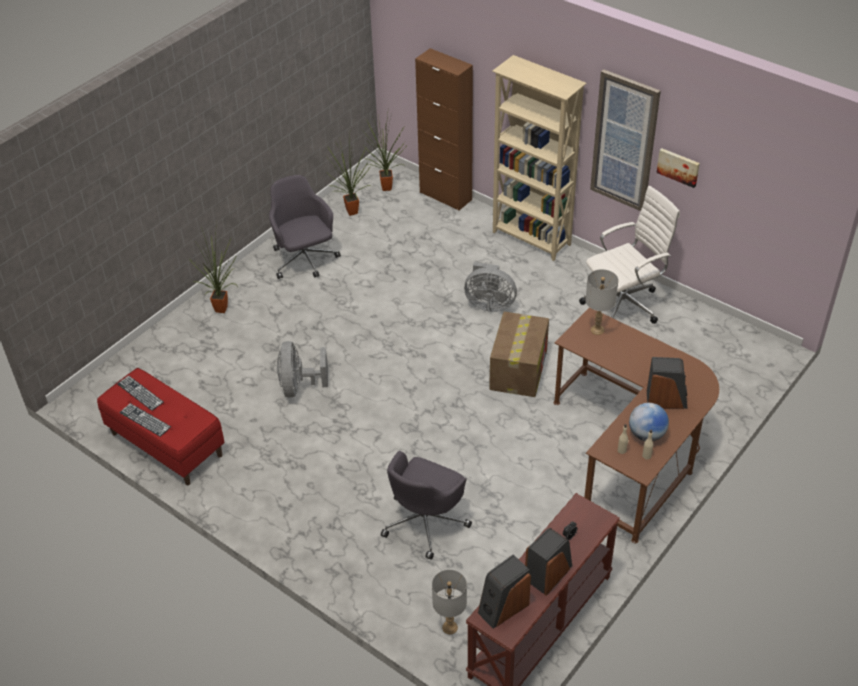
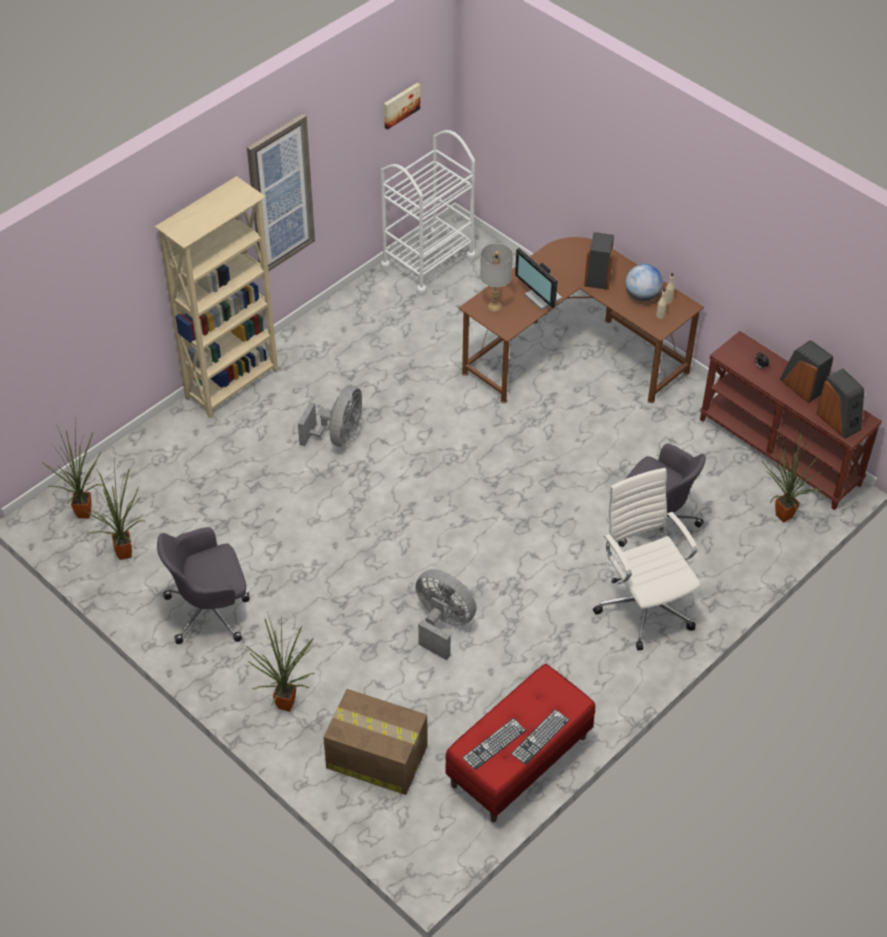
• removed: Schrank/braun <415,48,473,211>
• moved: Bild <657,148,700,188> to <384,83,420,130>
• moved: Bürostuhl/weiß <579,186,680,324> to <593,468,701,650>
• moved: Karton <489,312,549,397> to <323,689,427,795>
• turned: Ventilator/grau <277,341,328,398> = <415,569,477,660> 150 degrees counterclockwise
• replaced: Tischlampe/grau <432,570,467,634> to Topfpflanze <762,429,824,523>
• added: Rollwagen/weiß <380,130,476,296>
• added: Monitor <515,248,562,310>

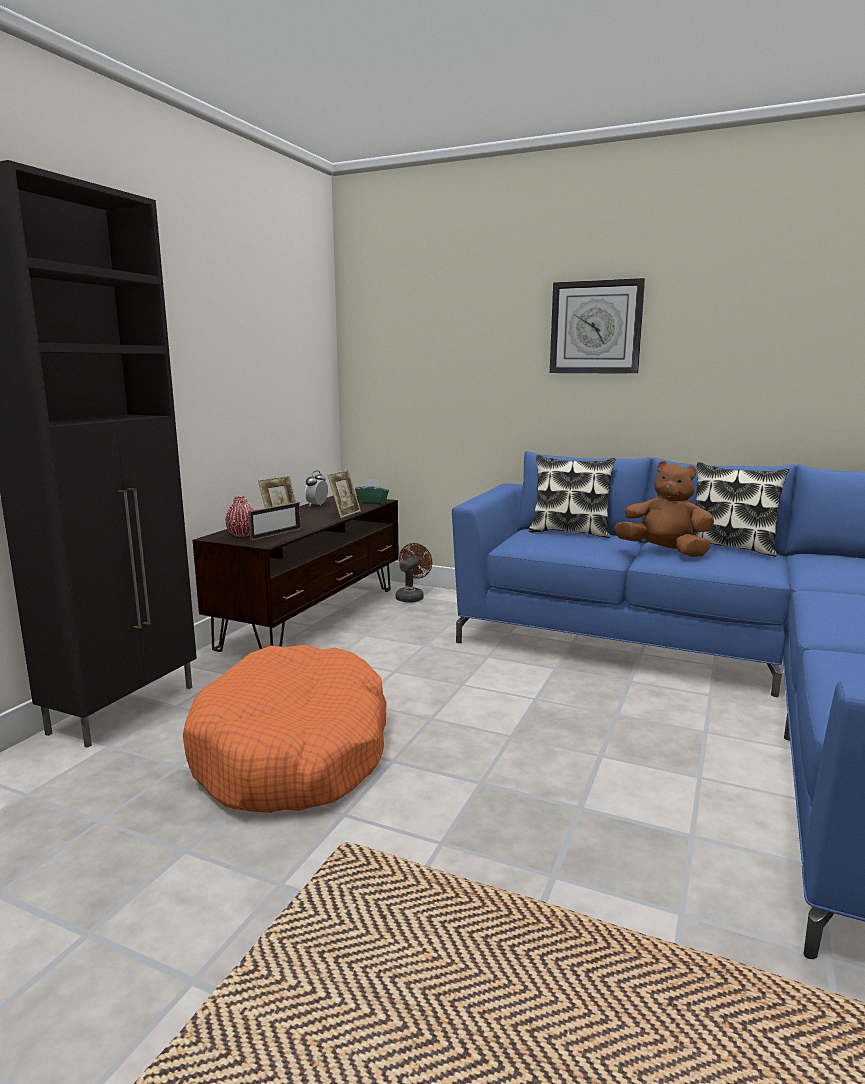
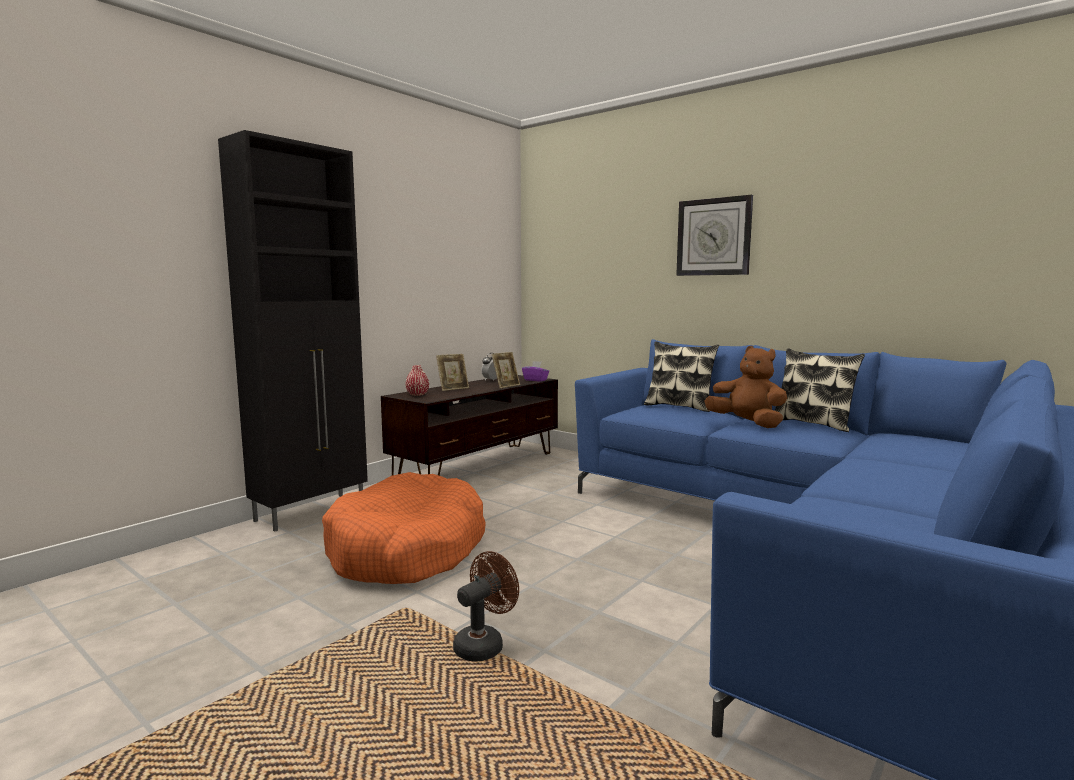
• recoloured: Taschentuchbox/grün <355,479,389,504> to Taschentuchbox/lila <522,361,549,381>
• removed: Bilderrahmen <248,502,301,541>
• moved: Ventilator/braun <395,543,432,602> to <453,551,519,662>

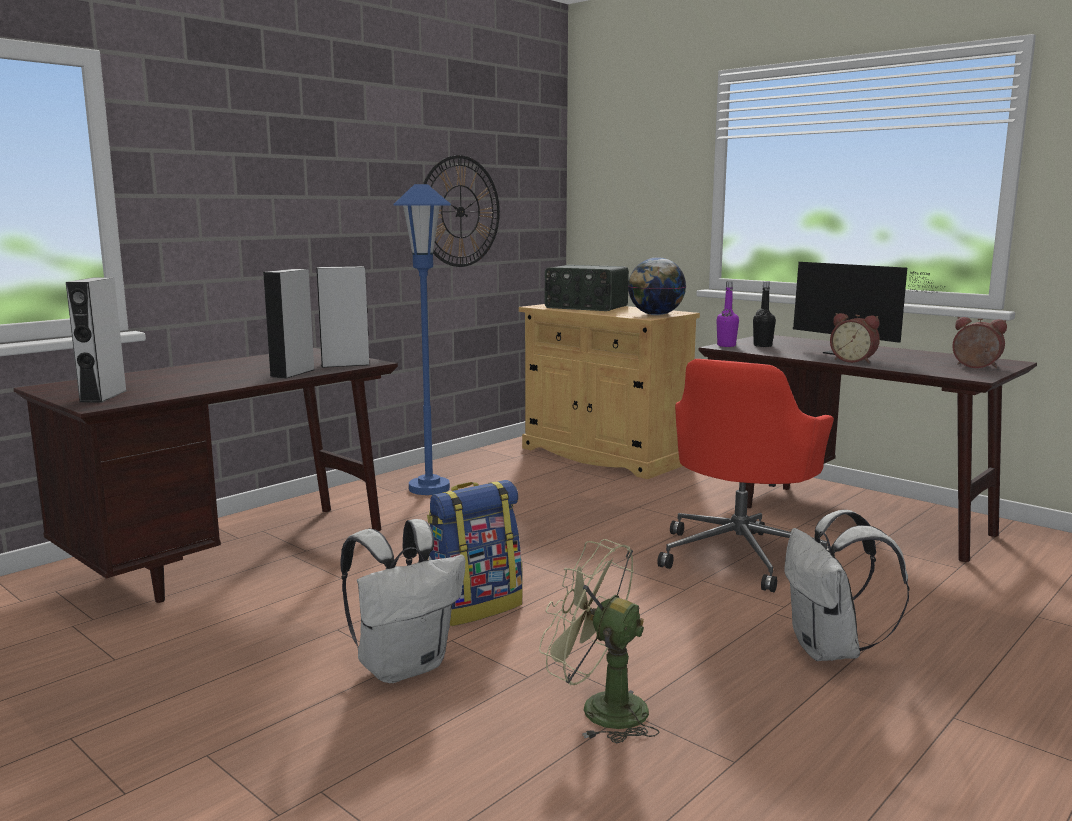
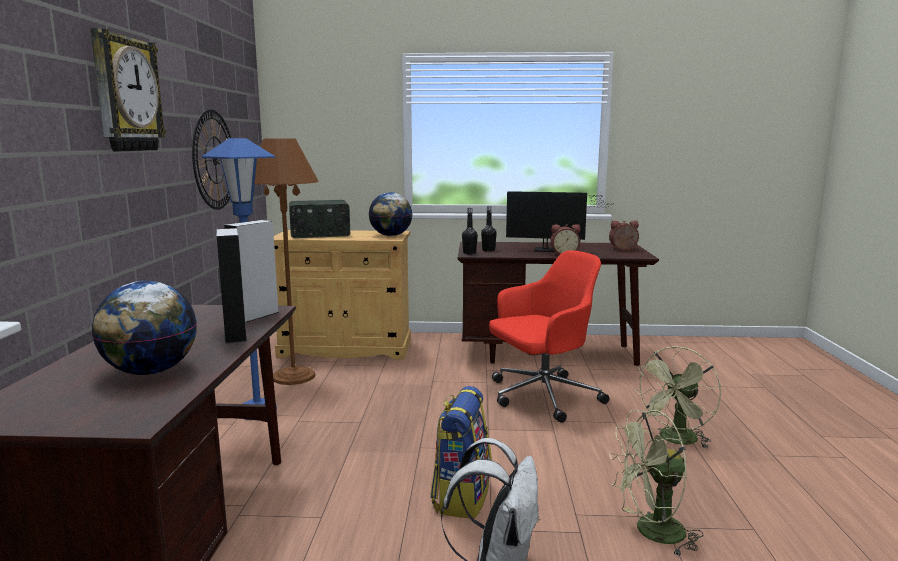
• removed: Lautsprecher/grau <66,278,126,403>
• recoloured: Flasche/lila <716,281,739,347> to Flasche/schwarz <462,208,478,255>
• turned: Bürostuhl/rot <657,359,834,592> = <489,250,609,423> 105 degrees counterclockwise
• replaced: Rucksack/weiß <784,510,910,661> to Ventilator/grün <634,346,721,449>
• added: Wanduhr <90,28,166,152>
• added: Stehlampe/braun <255,138,319,385>
• added: Globus <92,281,197,375>

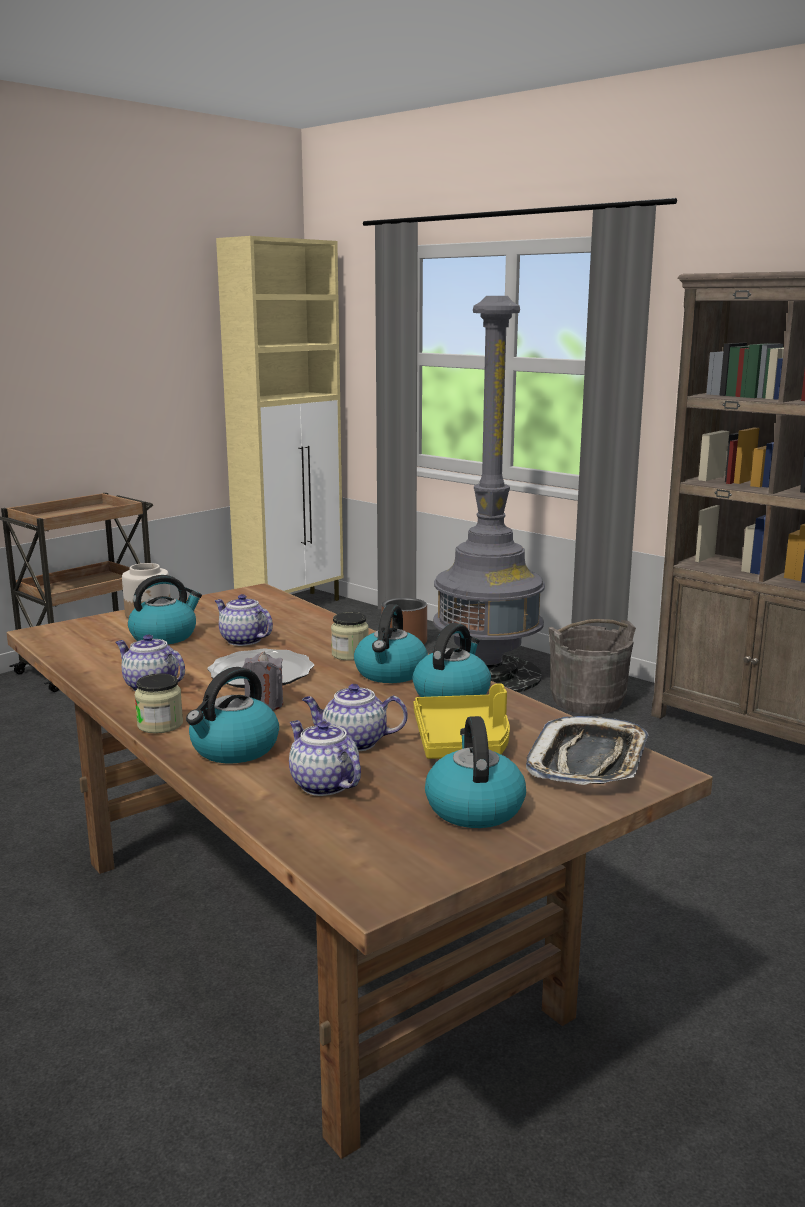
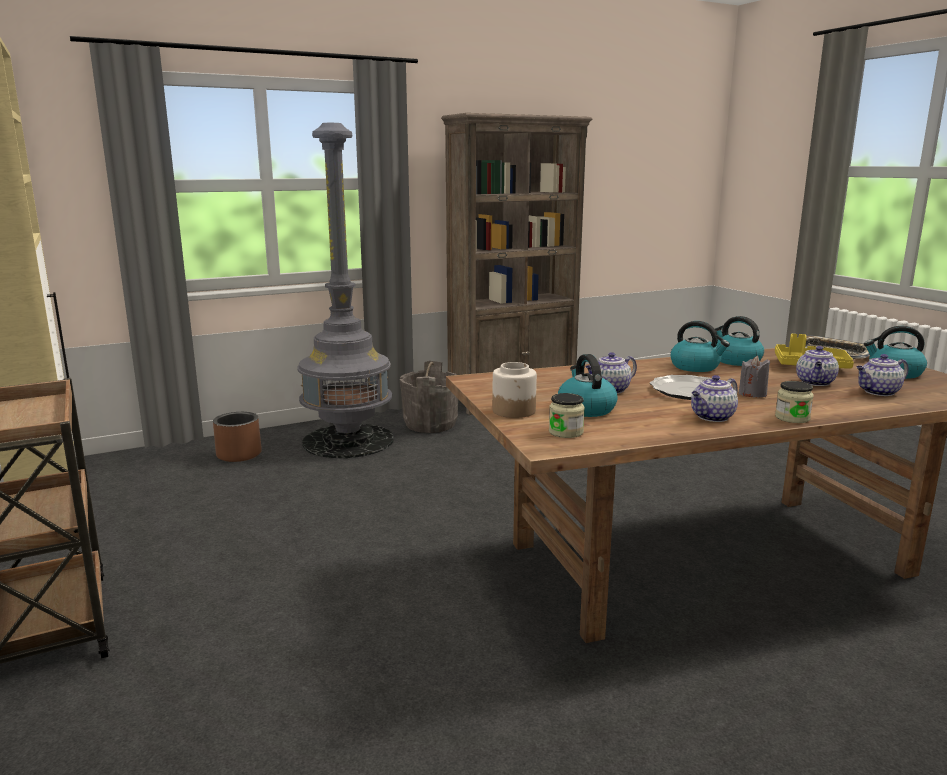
• moved: Vorratsglas <331,612,369,661> to <549,393,585,438>
• removed: Wasserkessel <186,667,279,763>

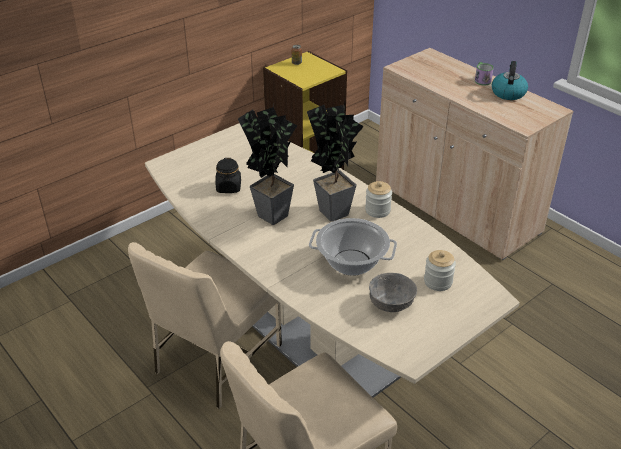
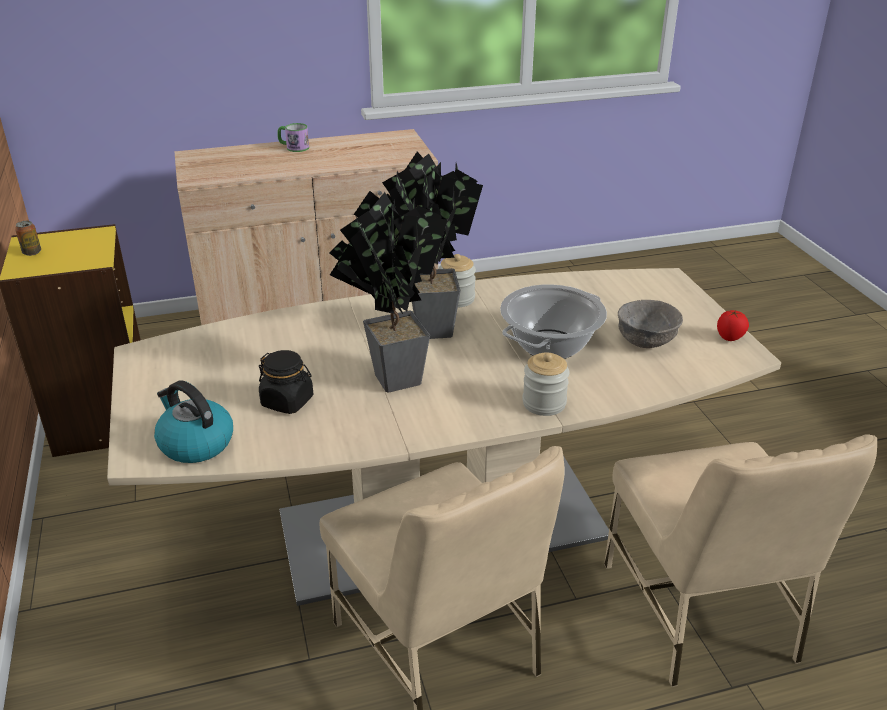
• moved: Wasserkessel <492,61,528,100> to <154,380,233,463>
• moved: Vorratsglas <424,250,456,291> to <522,352,569,416>
• added: Tomate <717,310,749,341>

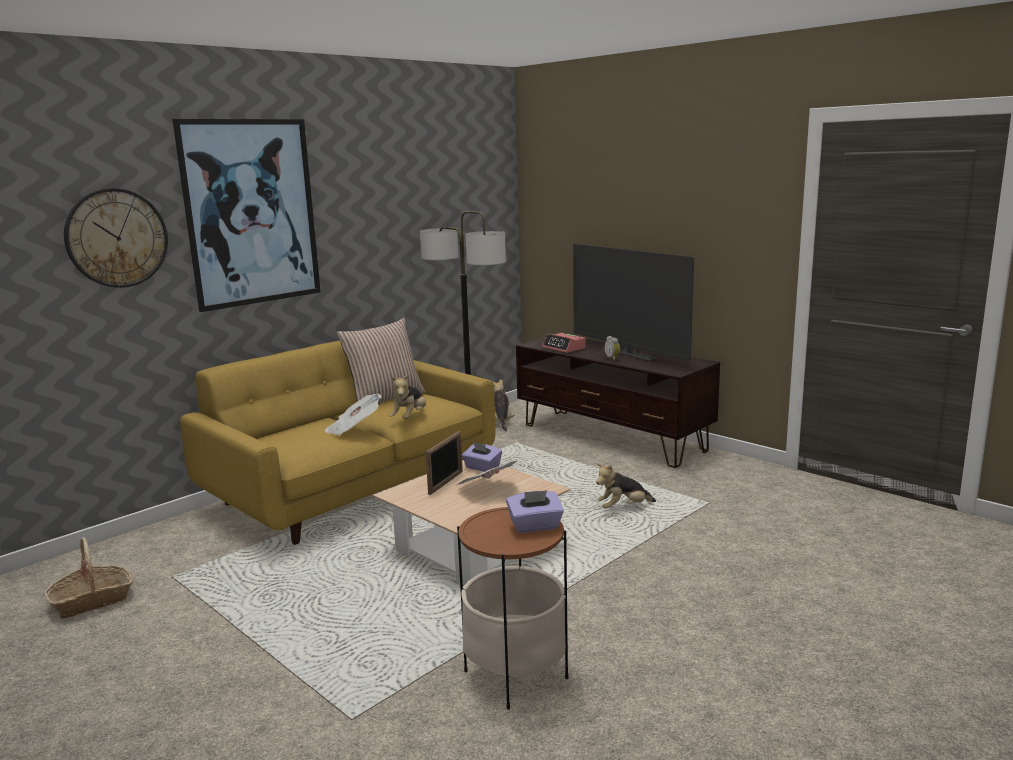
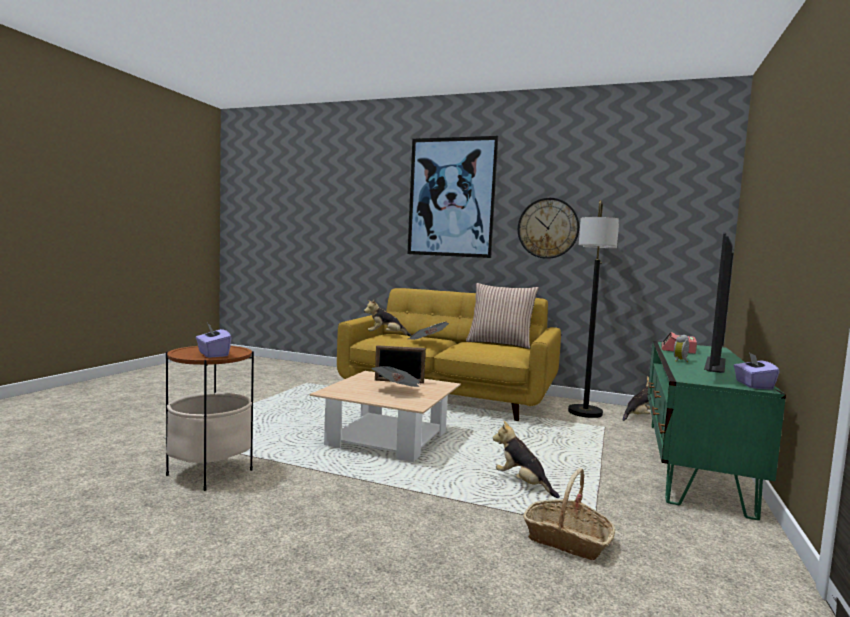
• moved: Wanduhr <64,188,168,288> to <518,198,579,259>
• recoloured: Fernsehschrank/braun <516,337,720,468> to Fernsehschrank/grün <648,341,786,520>
• moved: Plüschtier <389,374,426,419> to <364,299,411,336>
• moved: Taschentuchbox/lila <462,442,502,472> to <733,353,780,390>
• moved: Korb <44,537,134,618> to <523,468,615,560>

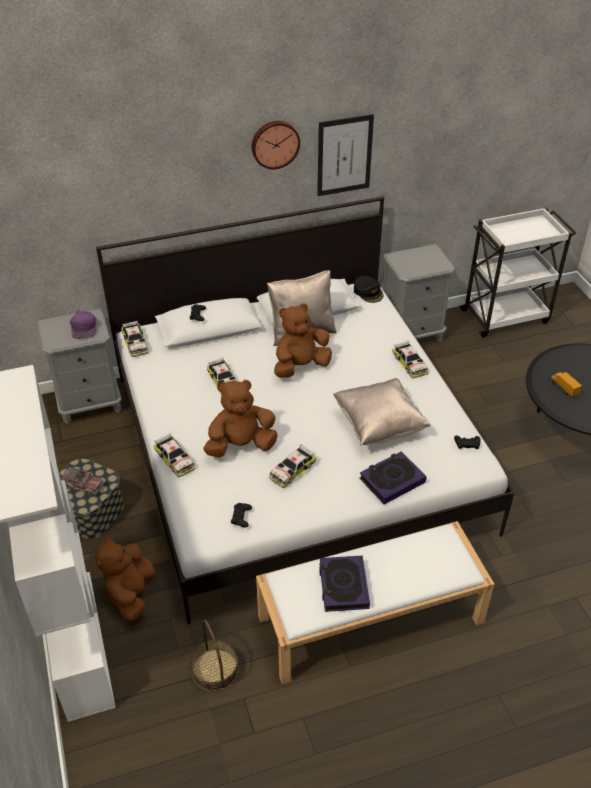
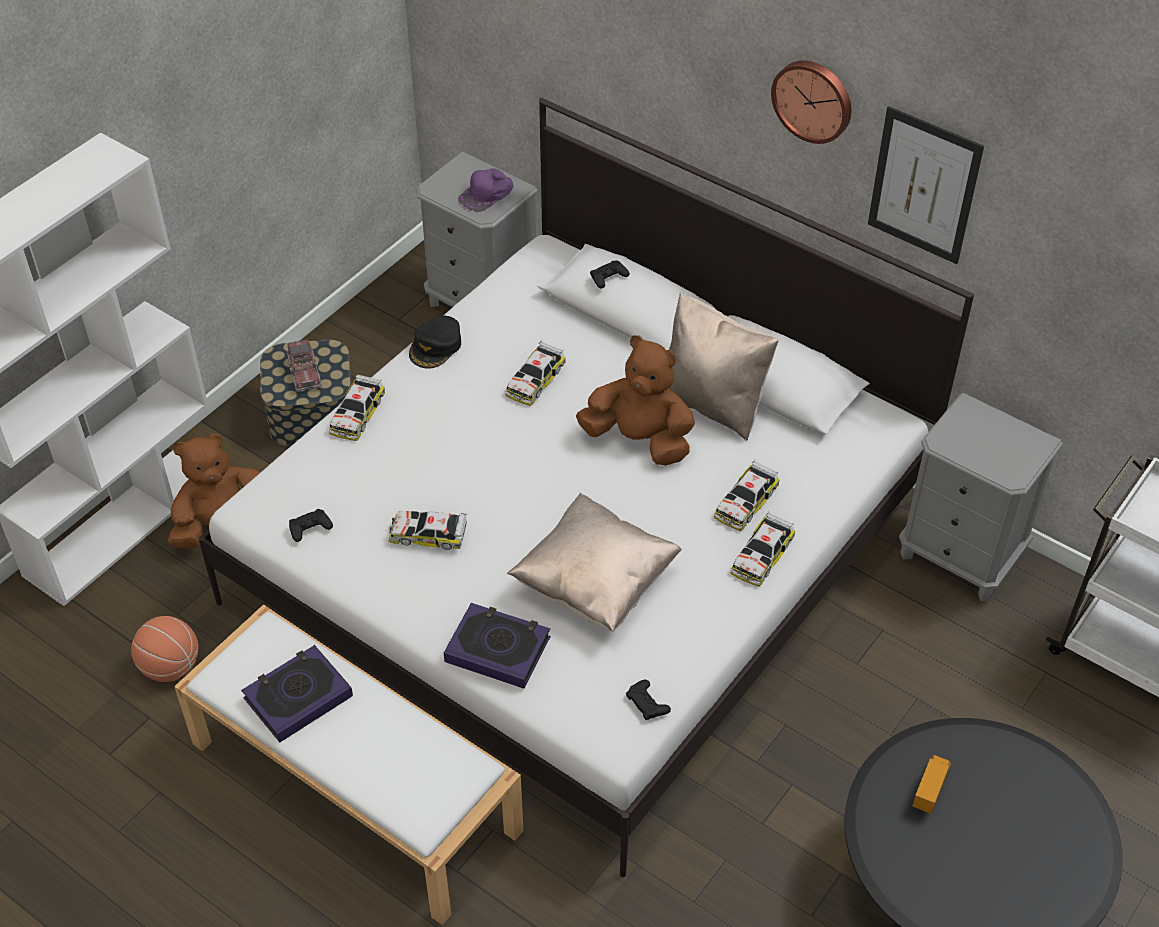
• moved: Kappe/schwarz <354,276,383,303> to <409,315,461,369>
• moved: Spielzeugauto <121,321,149,357> to <714,460,779,531>
• removed: Plüschtier/braun <203,380,278,457>
• replaced: Korb <190,619,239,692> to Basketball <131,616,199,682>

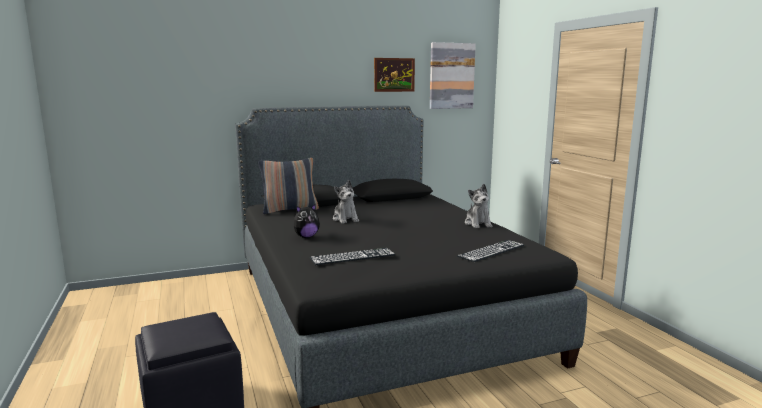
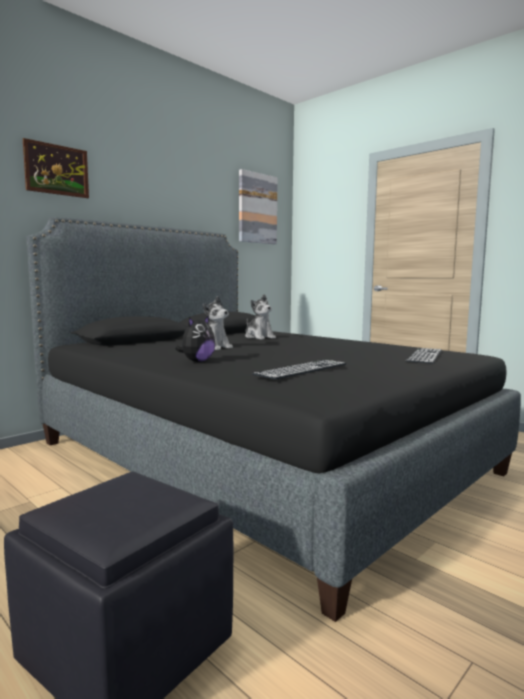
• moved: Bild <374,58,415,92> to <23,138,89,198>
• removed: Kissen <258,158,319,214>
• moved: Plüschtier <465,184,492,228> to <245,294,276,340>

